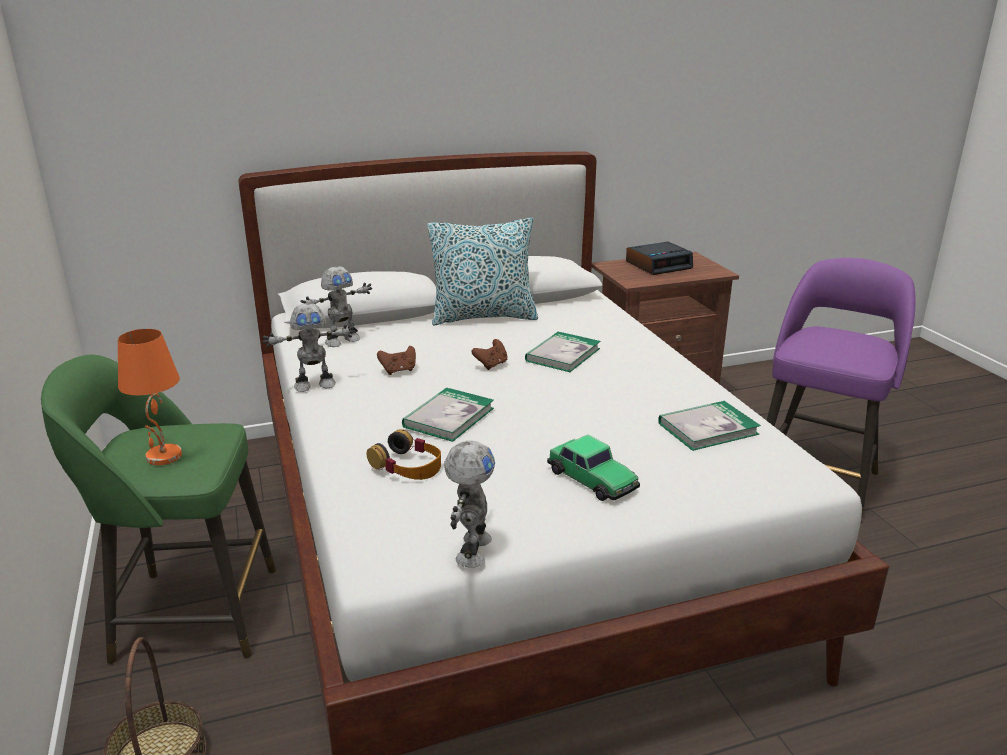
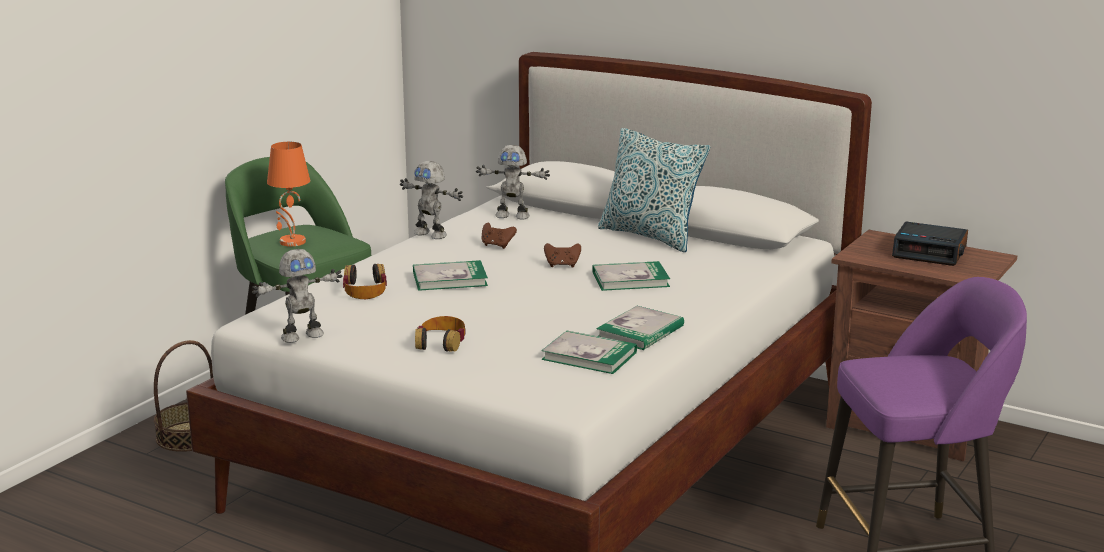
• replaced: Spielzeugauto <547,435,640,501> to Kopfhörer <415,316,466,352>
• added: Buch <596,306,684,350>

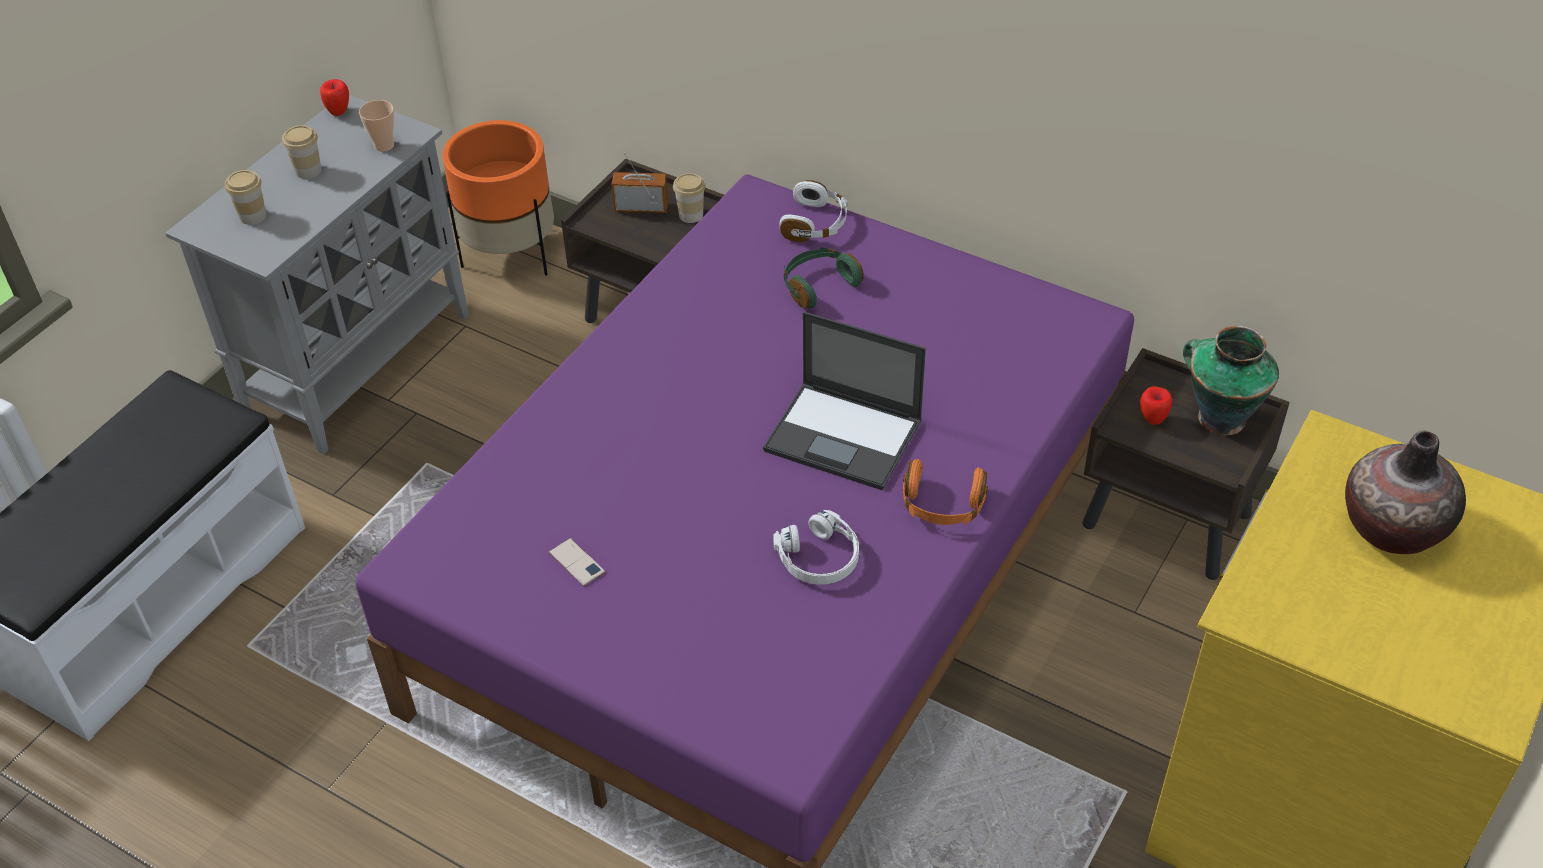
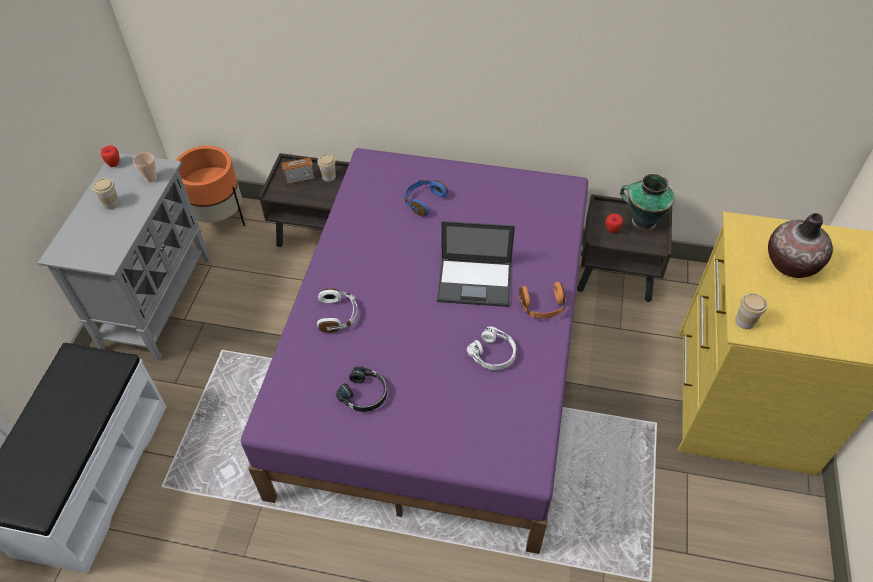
• moved: Tasse <225,170,266,225> to <735,293,768,329>
• moved: Kopfhörer/weiß <779,180,848,242> to <317,288,357,333>
• recoloured: Kopfhörer/grün <783,247,864,308> to Kopfhörer/blau <404,180,448,216>
• replaced: Handy <549,538,605,586> to Kopfhörer/schwarz <336,366,387,412>

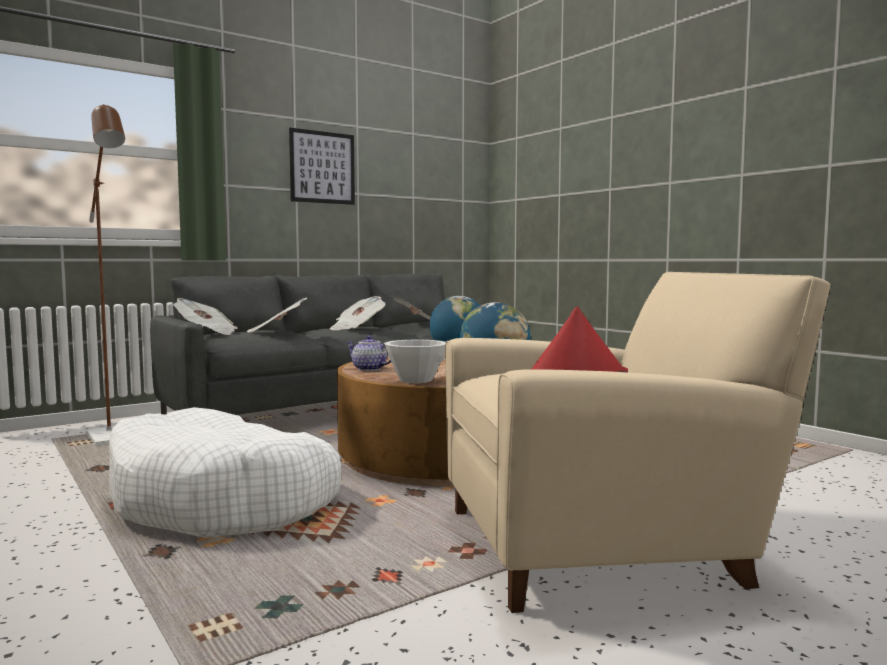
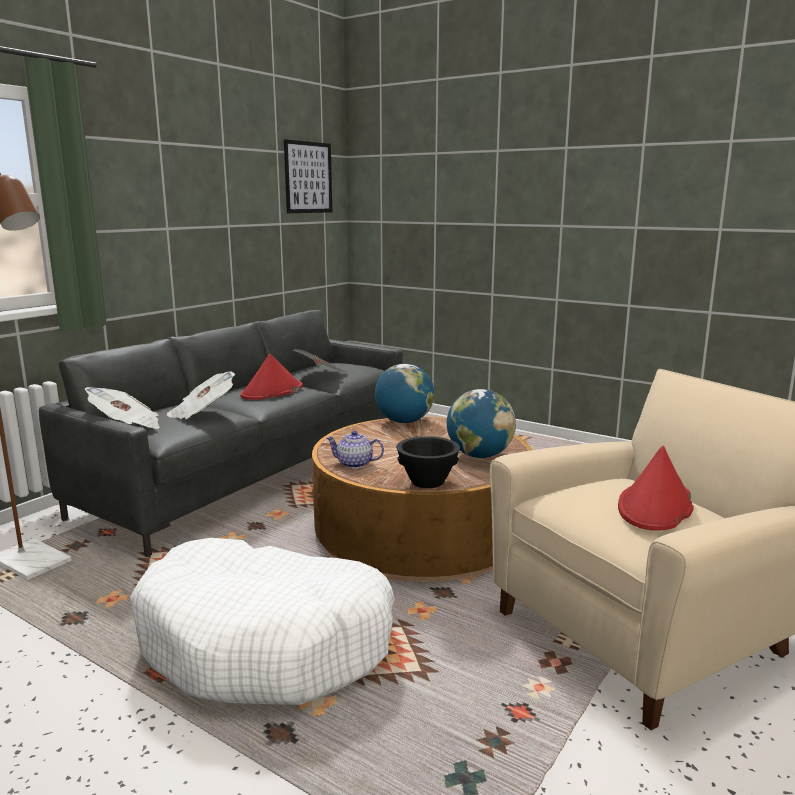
• moved: Bild <289,128,355,205> to <284,139,332,213>
• replaced: Zeitung <330,296,386,330> to Hut/rot <240,354,303,400>
• recoloured: Schüssel/weiß <384,340,446,383> to Schüssel/schwarz <396,436,460,488>

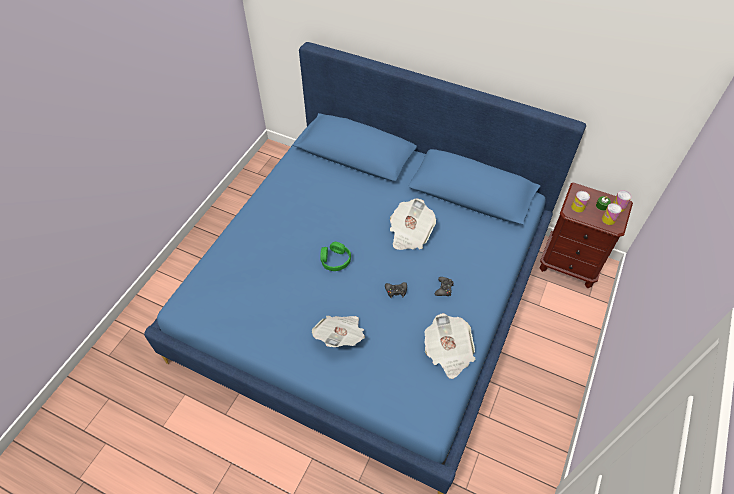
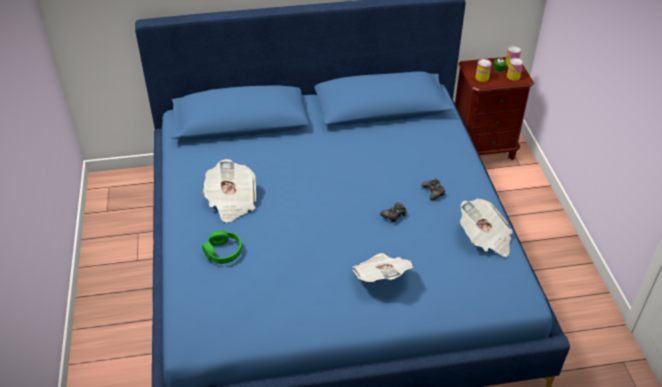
• moved: Zeitung <390,199,436,250> to <203,159,256,223>
• moved: Kopfhörer/grün <320,242,351,271> to <202,230,242,264>

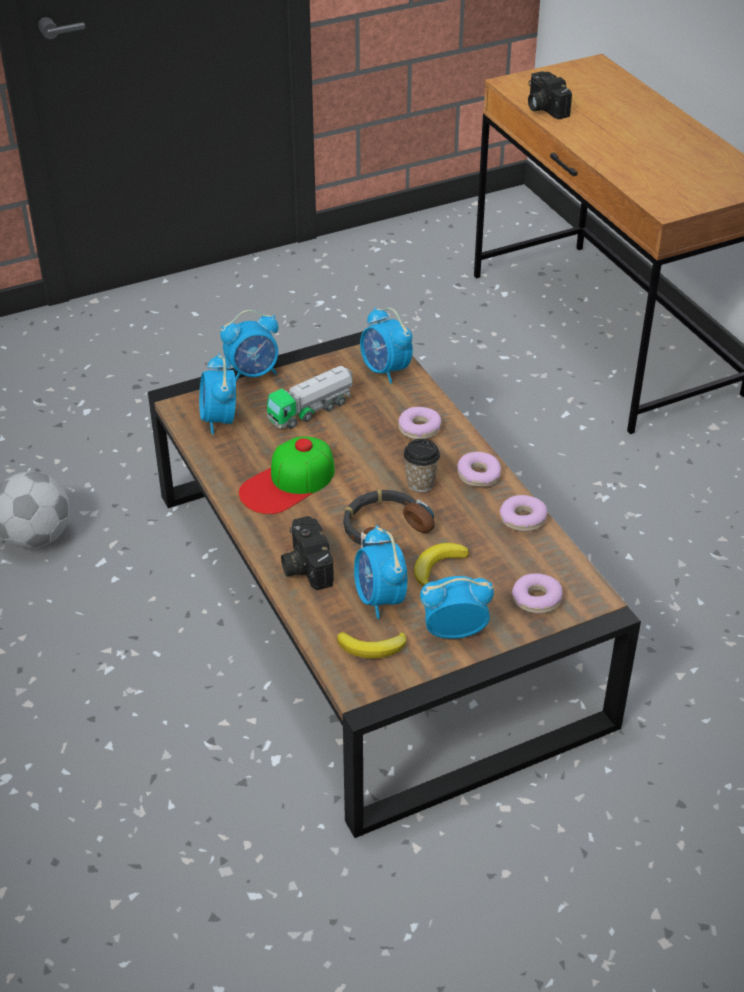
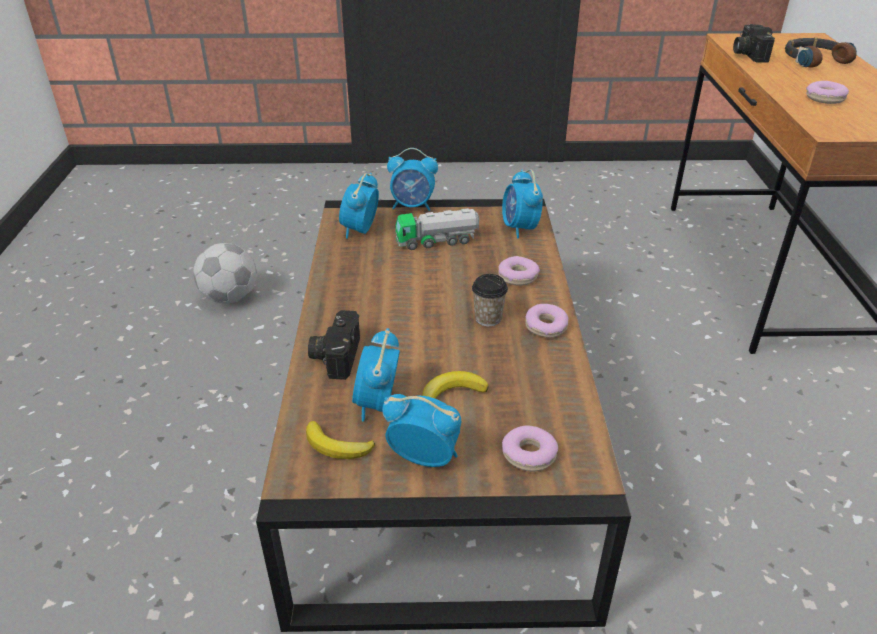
• removed: Kappe <239,436,335,514>
• moved: Kopfhörer <343,489,435,548> to <785,37,857,67>
• moved: Donut <499,495,547,532> to <806,81,849,104>

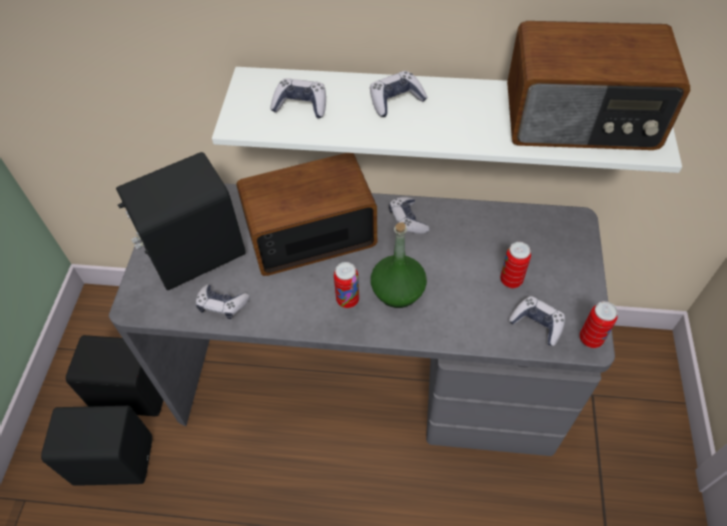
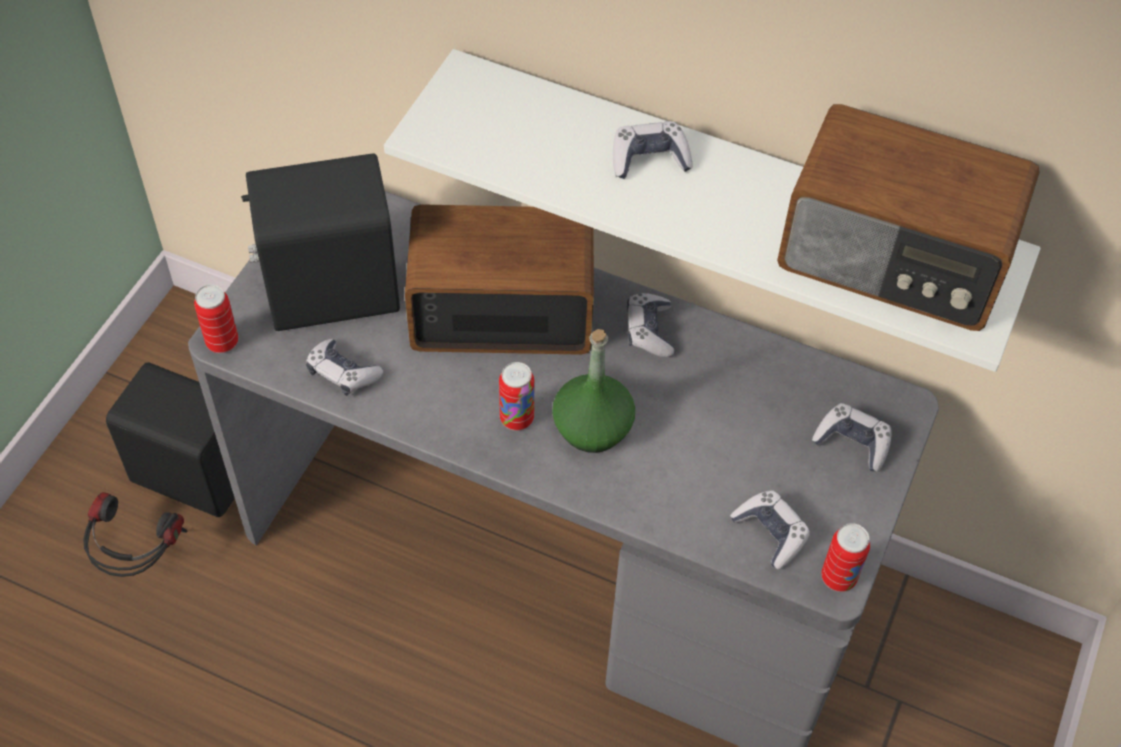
• moved: Gamepad <270,78,326,118> to <812,403,892,472>
• moved: Dose <500,242,531,288> to <194,284,238,353>
• replaced: Lautsprecher/schwarz <41,406,152,486> to Kopfhörer <83,492,187,577>

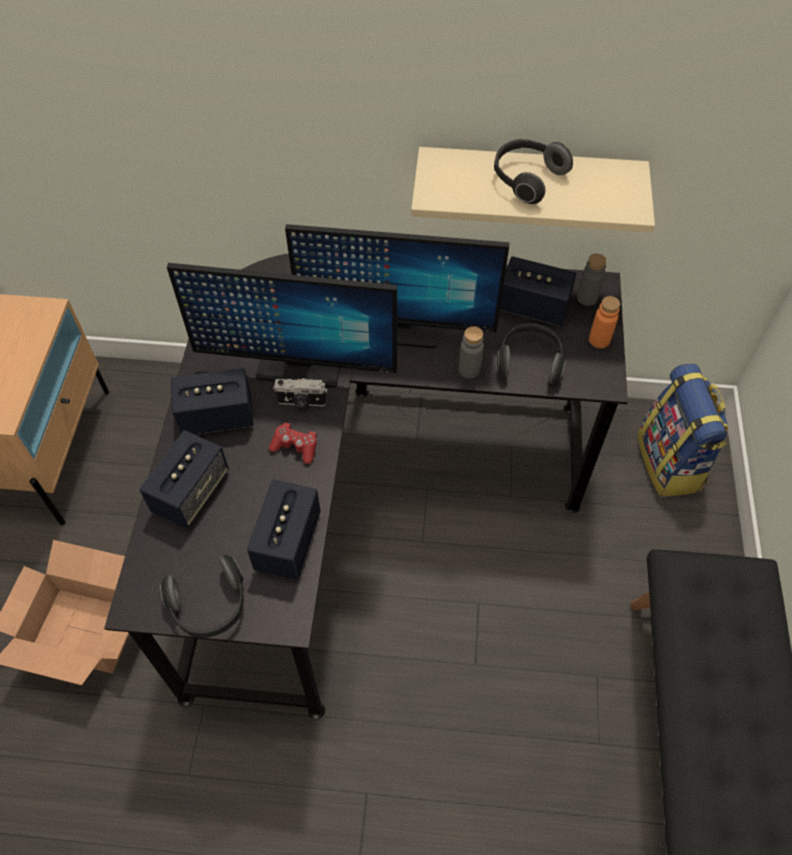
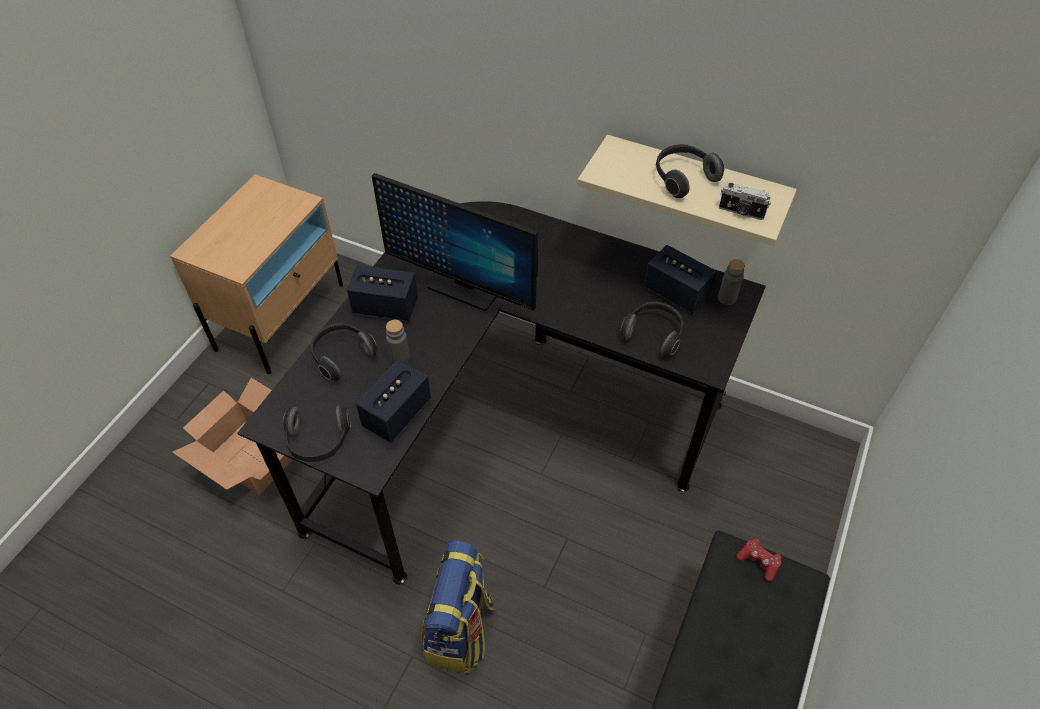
• removed: Monitor <285,224,510,348>
• removed: Flasche/orange <589,296,620,348>
• moved: Flasche/grau <459,326,484,379> to <386,320,410,364>
• moved: Rucksack <638,364,728,497> to <421,539,495,674>
• moved: Kamera <273,378,327,408> to <719,183,771,220>
• moved: Gamepad/rot <269,423,317,464> to <736,538,782,582>
• replaced: Lautsprecher <139,430,229,529> to Kopfhörer <311,323,377,381>

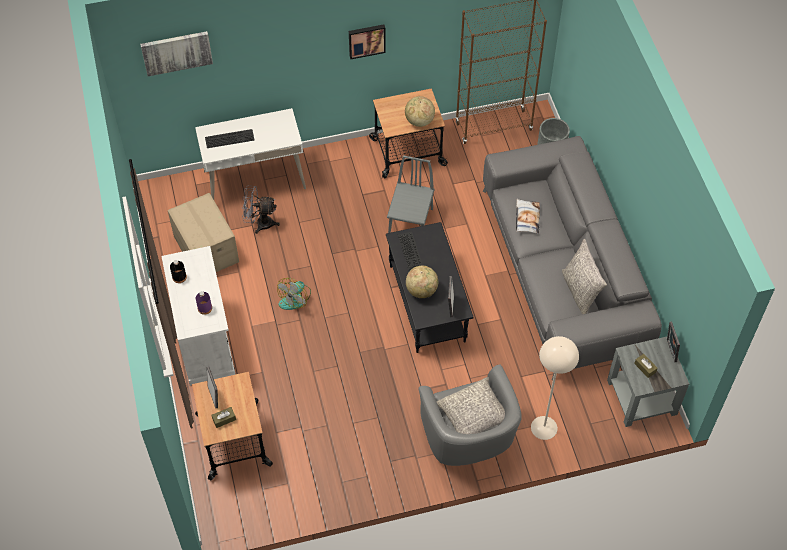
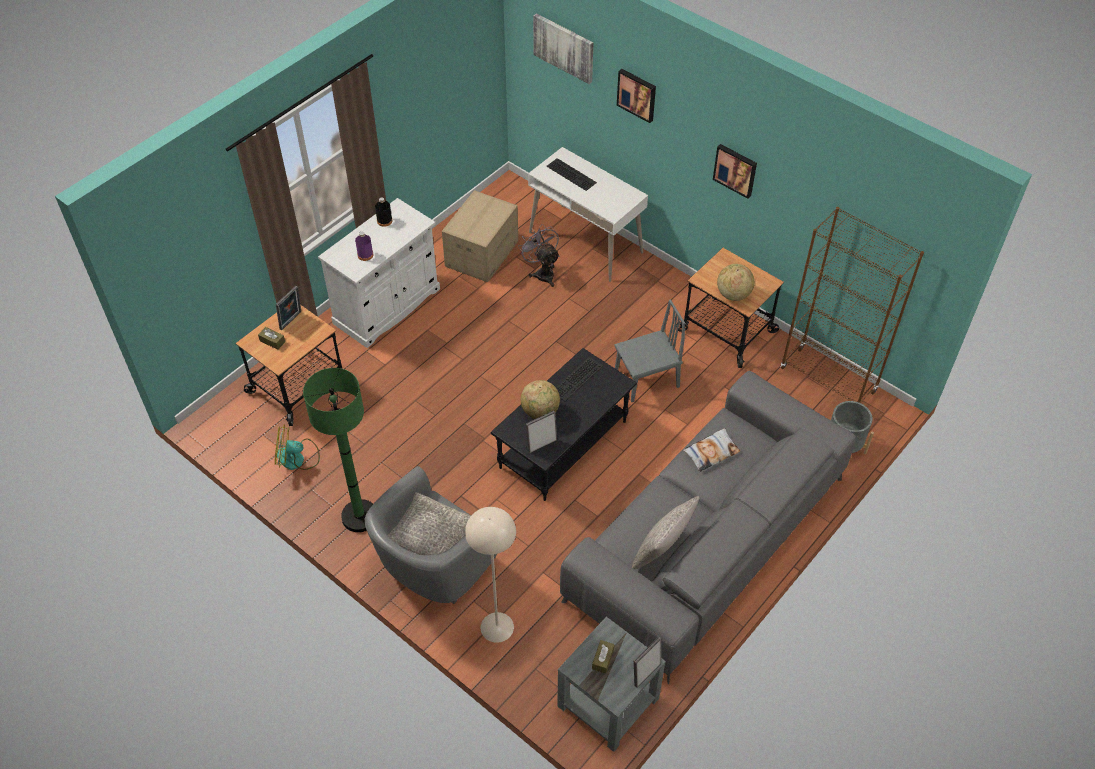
• moved: Ventilator <277,278,311,310> to <275,424,320,470>
• added: Bild <617,69,656,123>
• added: Stehlampe/grün <303,368,373,532>

